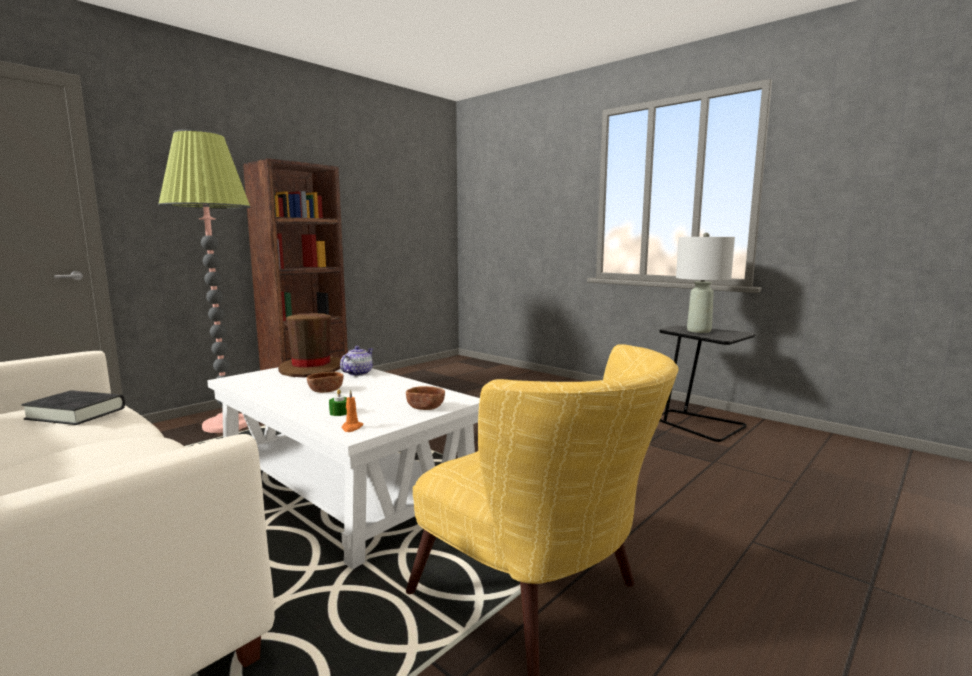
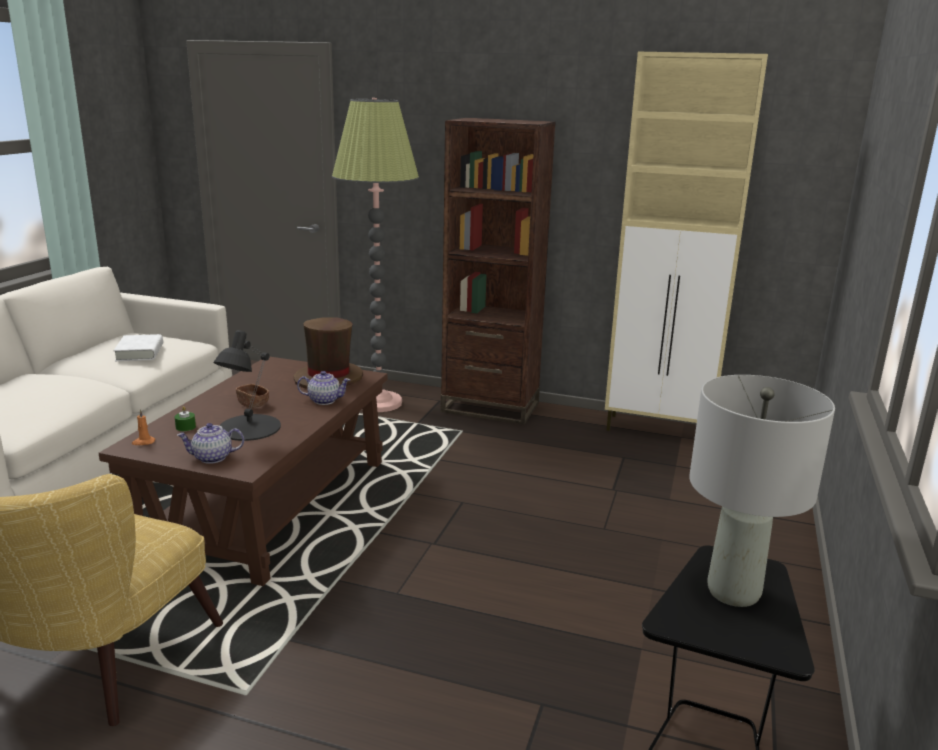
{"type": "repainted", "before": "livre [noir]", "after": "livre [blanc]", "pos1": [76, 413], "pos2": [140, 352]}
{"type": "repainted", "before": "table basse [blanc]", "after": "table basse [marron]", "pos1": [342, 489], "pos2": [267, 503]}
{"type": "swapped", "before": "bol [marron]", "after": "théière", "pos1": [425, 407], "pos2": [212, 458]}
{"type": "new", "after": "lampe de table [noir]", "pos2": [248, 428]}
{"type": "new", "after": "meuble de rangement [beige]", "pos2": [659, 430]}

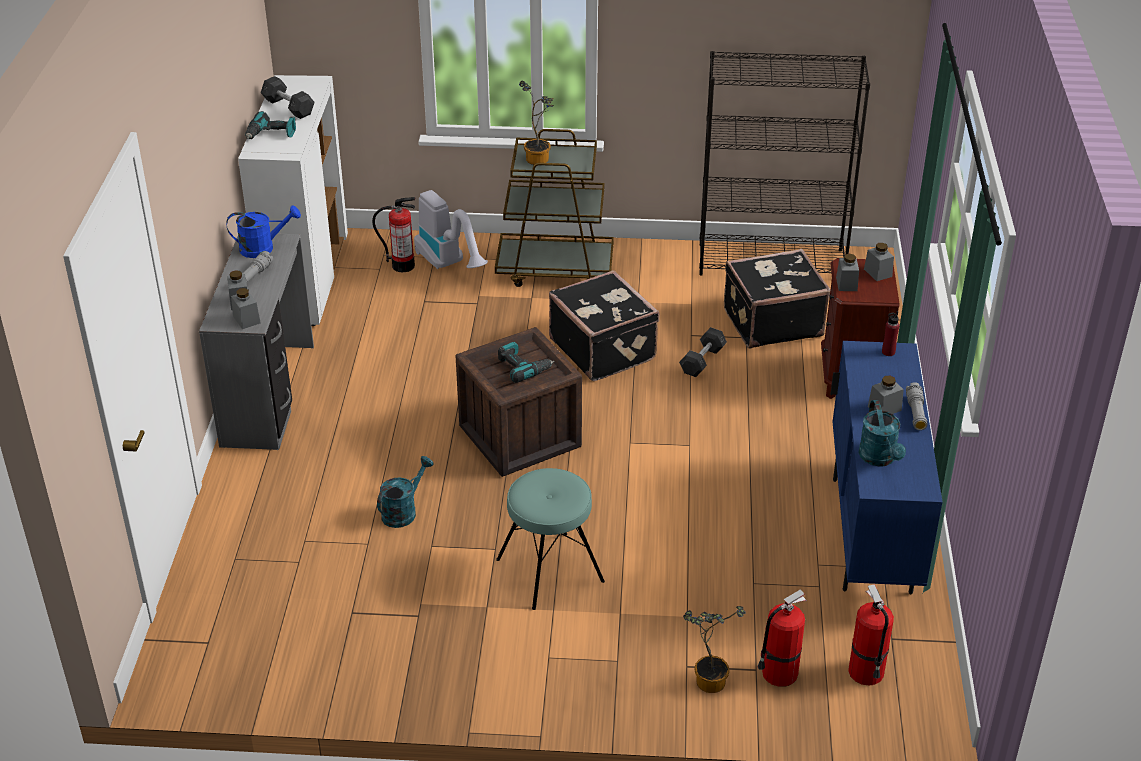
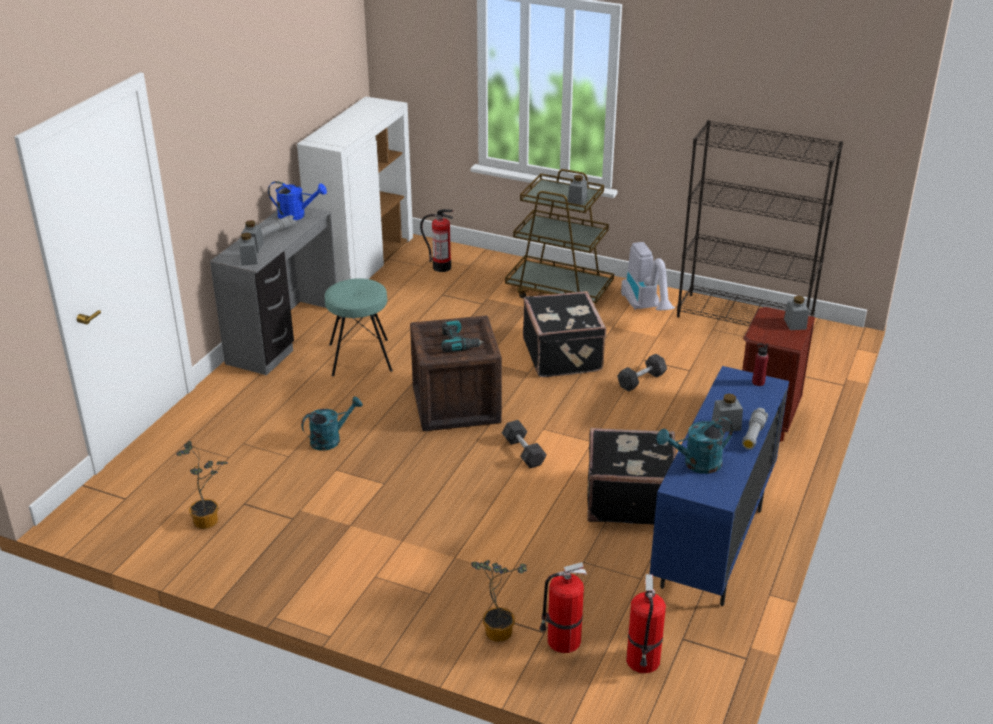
{"type": "gone", "before": "perceuse", "pos1": [271, 134]}
{"type": "shifted", "before": "haltère [gris]", "pos1": [288, 107], "pos2": [523, 452]}
{"type": "shifted", "before": "aspirateur", "pos1": [449, 265], "pos2": [646, 308]}
{"type": "shifted", "before": "tabouret [turquoise]", "pos1": [549, 570], "pos2": [360, 357]}
{"type": "shifted", "before": "plante en pot", "pos1": [539, 158], "pos2": [209, 519]}
{"type": "shifted", "before": "valise [noir]", "pos1": [771, 322], "pos2": [628, 499]}
{"type": "shifted", "before": "bocal [gris]", "pos1": [846, 284], "pos2": [577, 200]}
{"type": "rotated", "before": "arrosoir [turquoise]", "pos1": [880, 459], "pos2": [696, 464], "turn": 60}

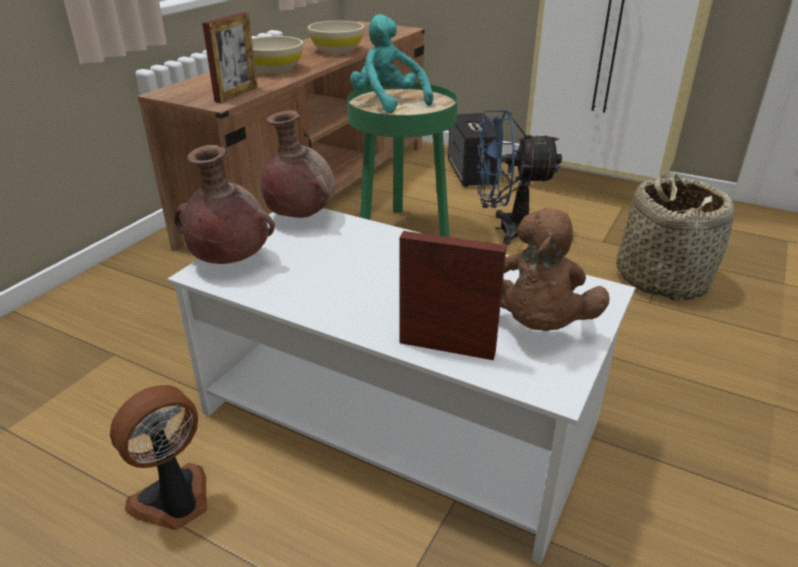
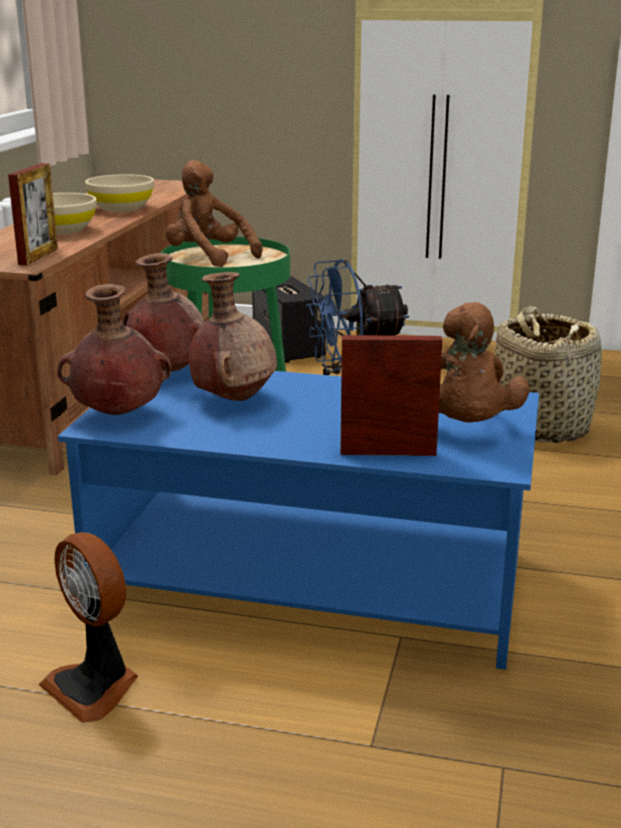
{"type": "rotated", "before": "ventilateur", "pos1": [175, 501], "pos2": [95, 686], "turn": -75}
{"type": "repainted", "before": "table basse [blanc]", "after": "table basse [bleu]", "pos1": [396, 416], "pos2": [307, 580]}
{"type": "repainted", "before": "peluche [turquoise]", "after": "peluche [marron]", "pos1": [388, 102], "pos2": [208, 258]}
{"type": "new", "after": "vase [marron]", "pos2": [234, 399]}

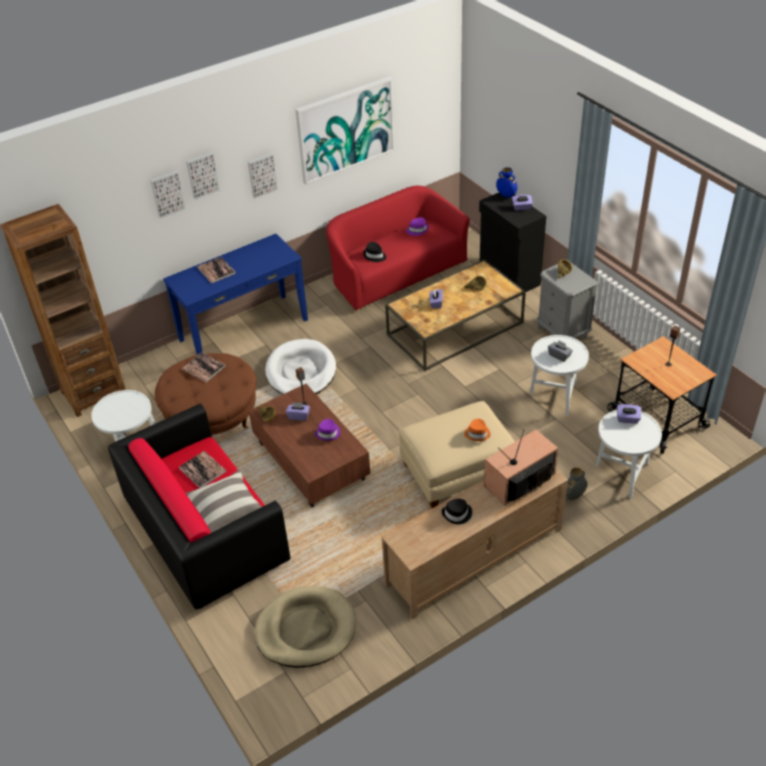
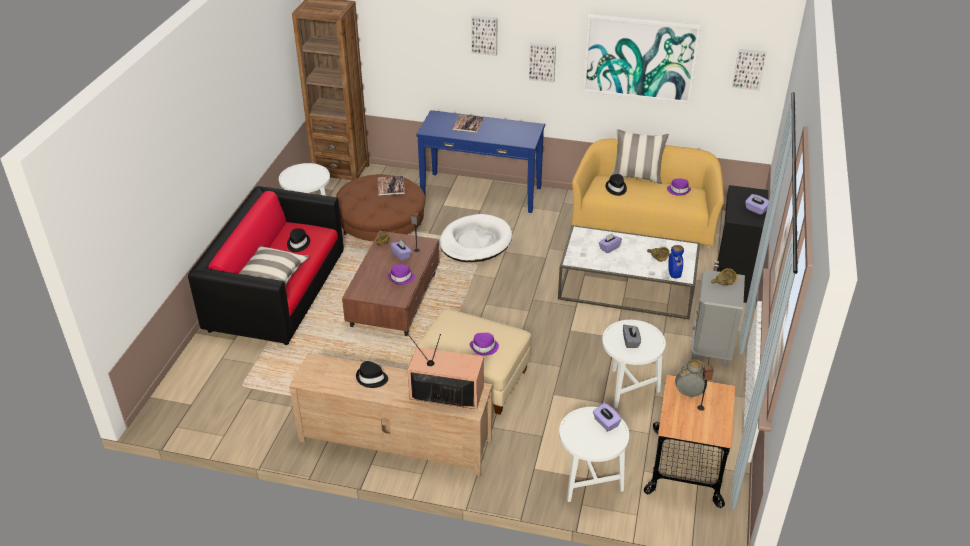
{"type": "shifted", "before": "tableau", "pos1": [167, 193], "pos2": [749, 69]}
{"type": "swapped", "before": "livre", "after": "chapeau [noir]", "pos1": [202, 470], "pos2": [298, 244]}
{"type": "gone", "before": "panier pour chien [beige]", "pos1": [306, 629]}
{"type": "repainted", "before": "canapé [rouge]", "after": "canapé [jaune]", "pos1": [395, 272], "pos2": [644, 221]}
{"type": "repainted", "before": "table basse [marron]", "after": "table basse [blanc]", "pos1": [454, 329], "pos2": [627, 287]}
{"type": "repainted", "before": "chapeau [orange]", "after": "chapeau [violet]", "pos1": [477, 433], "pos2": [484, 347]}
{"type": "shifted", "before": "vase [bleu]", "pos1": [506, 195], "pos2": [674, 275]}
{"type": "shifted", "before": "vase [gris]", "pos1": [573, 496], "pos2": [689, 393]}
{"type": "new", "after": "coussin", "pos2": [636, 176]}

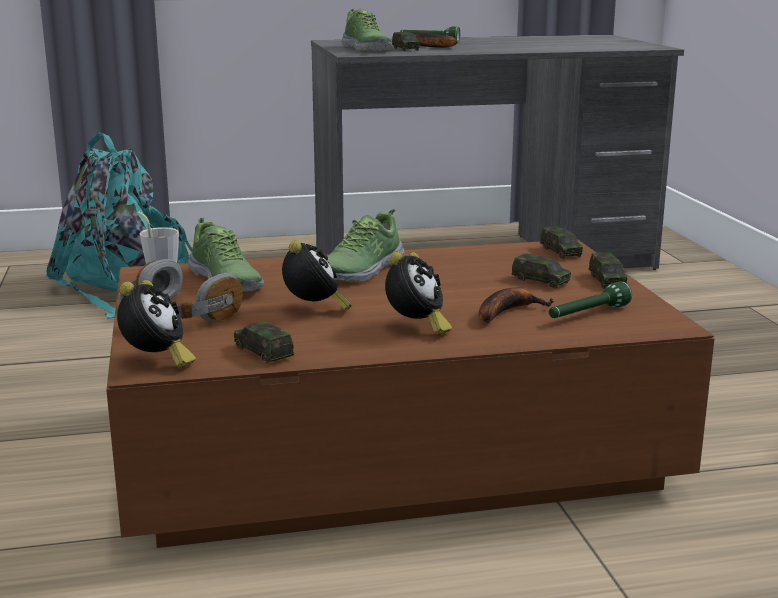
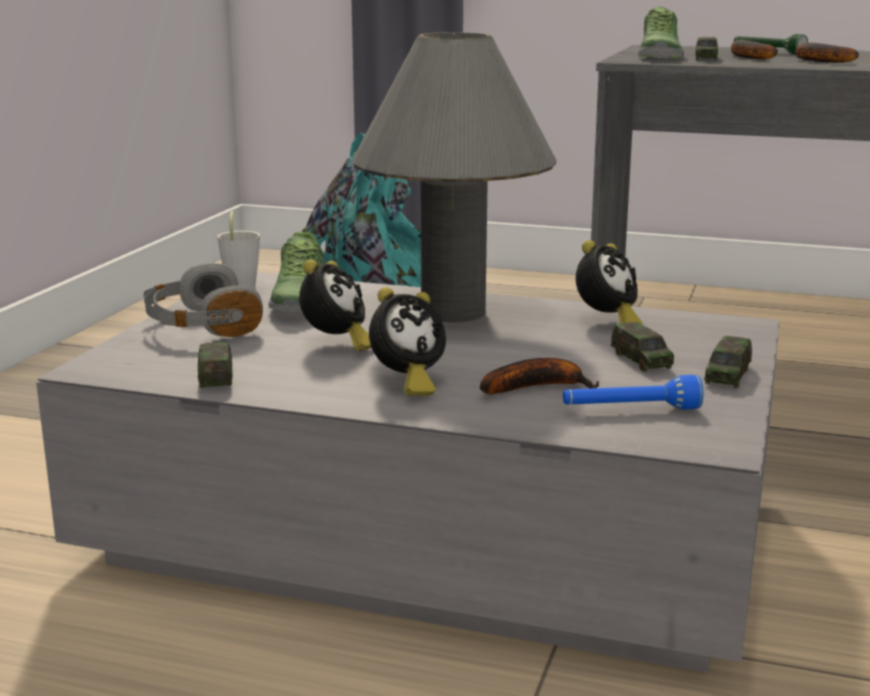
{"type": "repainted", "before": "table basse [marron]", "after": "table basse [gris]", "pos1": [391, 449], "pos2": [437, 531]}
{"type": "shifted", "before": "réveil", "pos1": [156, 361], "pos2": [606, 322]}
{"type": "swapped", "before": "chaussure", "after": "lampe de table [gris]", "pos1": [360, 270], "pos2": [453, 312]}
{"type": "gone", "before": "petite voiture", "pos1": [560, 252]}
{"type": "repainted", "before": "lampe de poche [vert]", "after": "lampe de poche [bleu]", "pos1": [587, 315], "pos2": [630, 410]}
{"type": "new", "after": "banane", "pos2": [817, 60]}

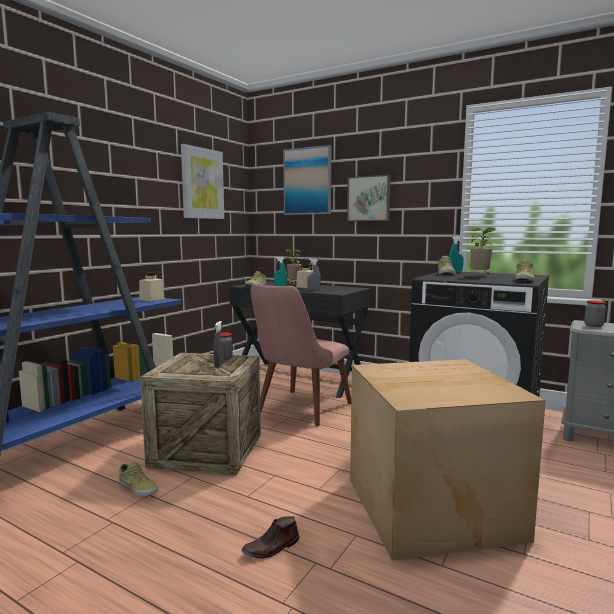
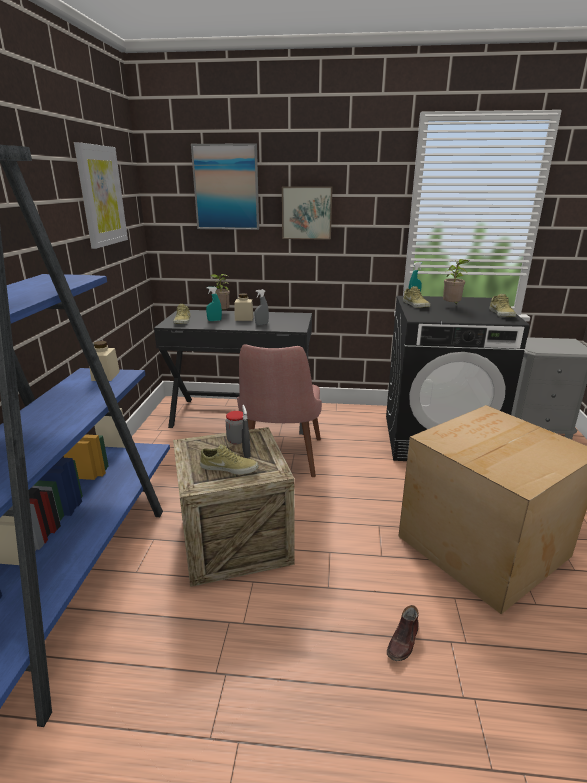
{"type": "shifted", "before": "chaussure [beige]", "pos1": [139, 487], "pos2": [229, 467]}
{"type": "gone", "before": "bocal", "pos1": [593, 325]}

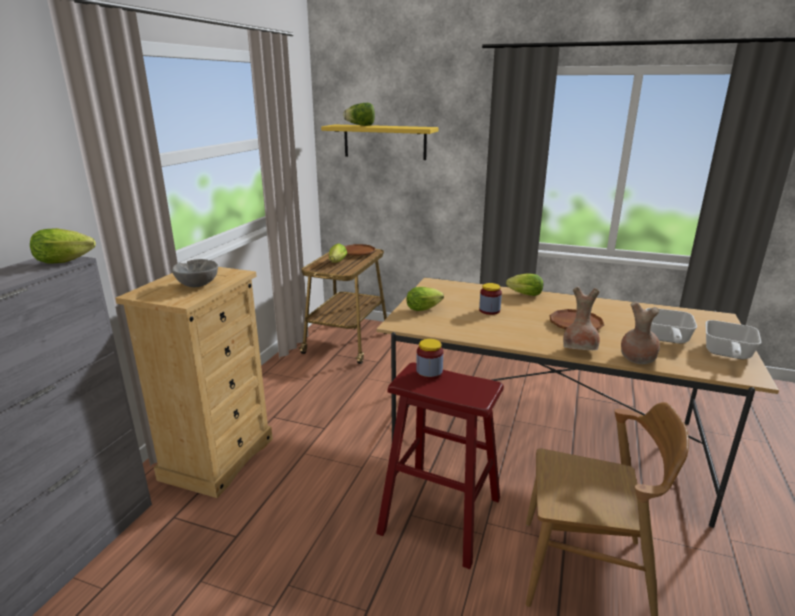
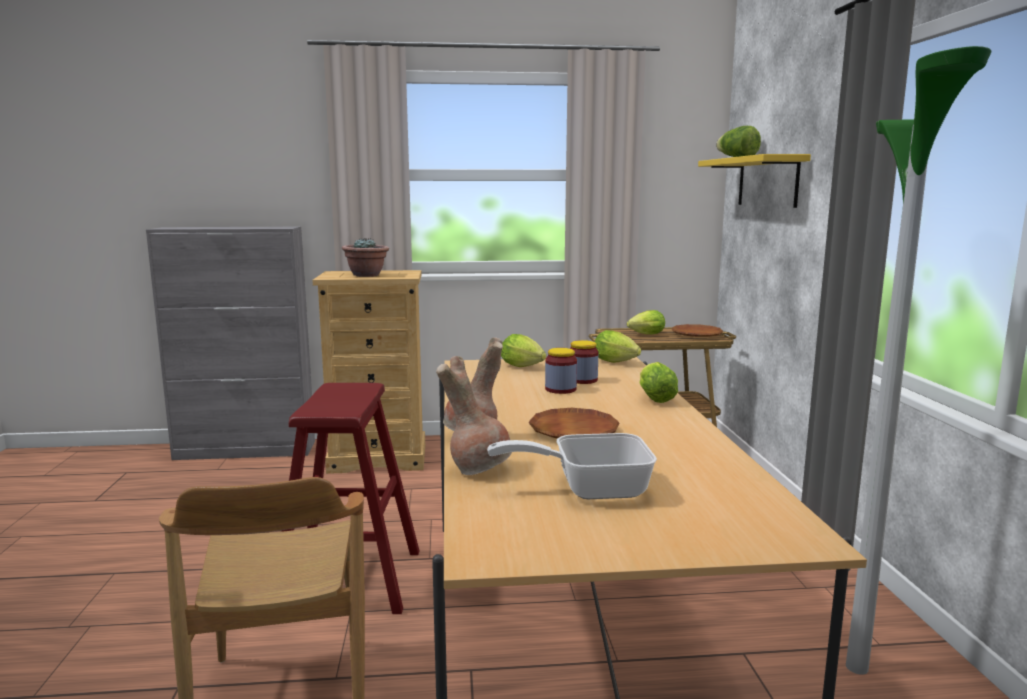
{"type": "shifted", "before": "laitue", "pos1": [68, 261], "pos2": [617, 362]}
{"type": "swapped", "before": "bol [gris]", "after": "plante en pot", "pos1": [197, 285], "pos2": [367, 275]}
{"type": "shifted", "before": "bocal", "pos1": [429, 373], "pos2": [582, 380]}
{"type": "gone", "before": "poêle", "pos1": [726, 354]}
{"type": "new", "after": "lampadaire", "pos2": [857, 668]}

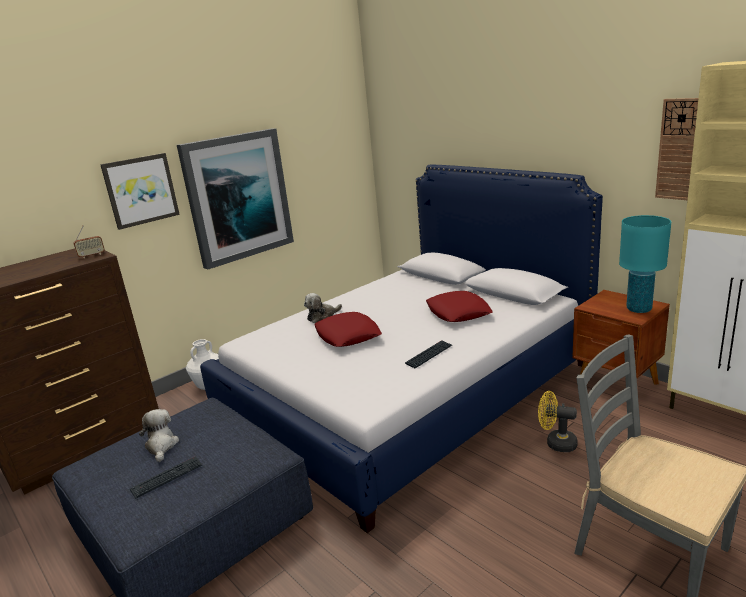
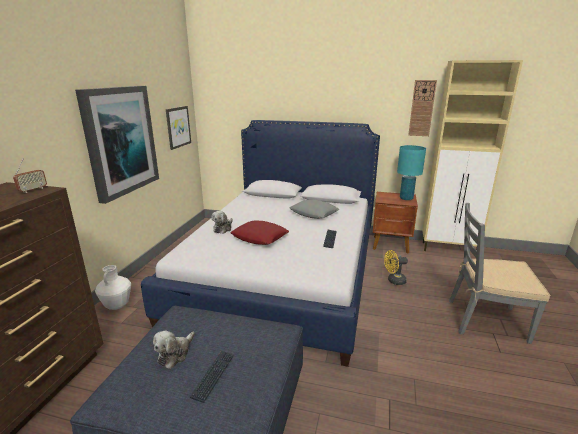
{"type": "shifted", "before": "tableau", "pos1": [141, 190], "pos2": [178, 127]}
{"type": "rotated", "before": "peluche", "pos1": [161, 446], "pos2": [175, 354], "turn": -105}
{"type": "repainted", "before": "coussin [rouge]", "after": "coussin [gris]", "pos1": [458, 312], "pos2": [314, 213]}

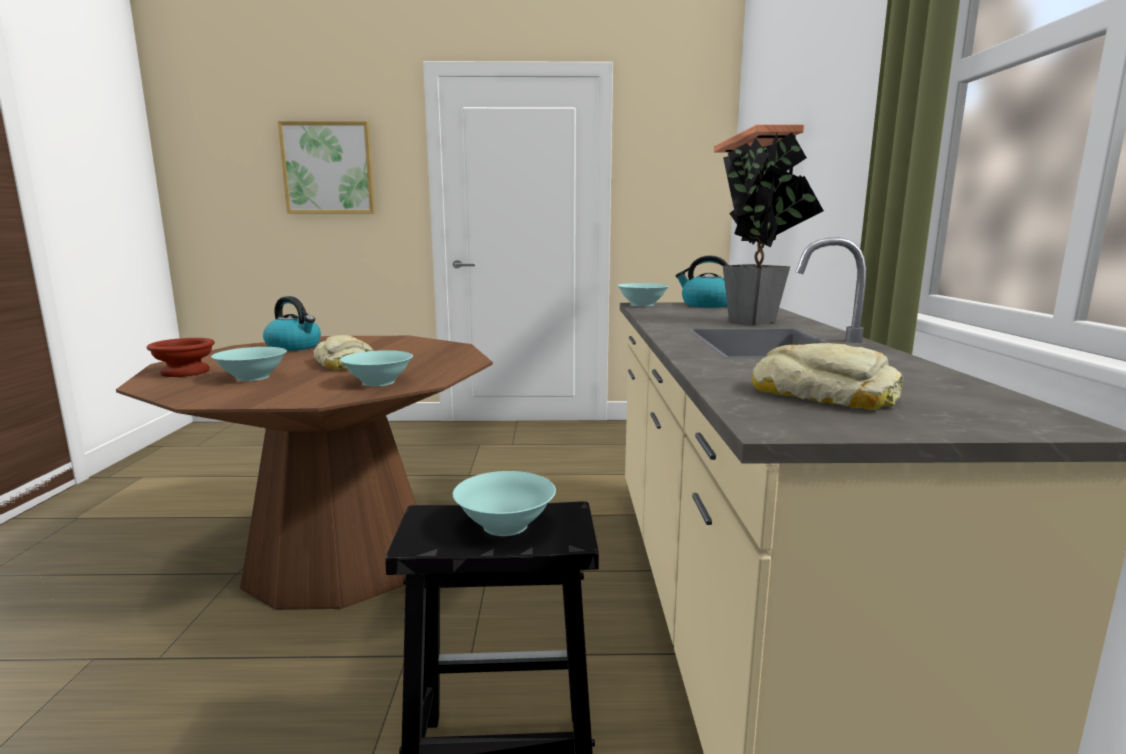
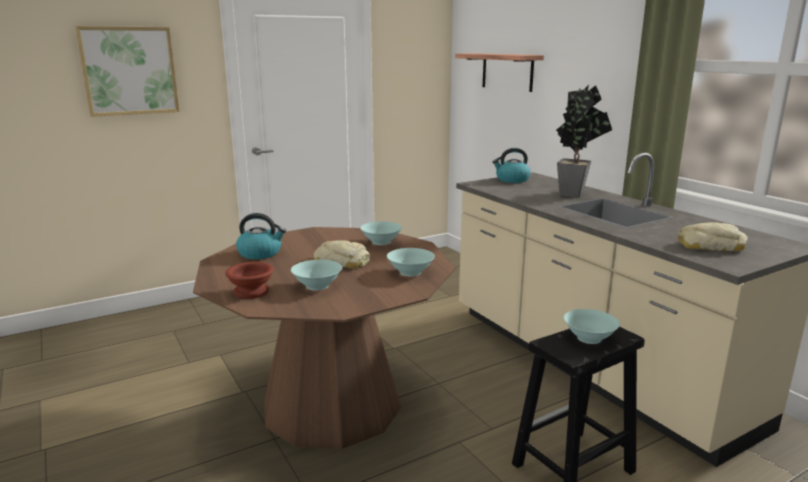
{"type": "shifted", "before": "bol [turquoise]", "pos1": [642, 304], "pos2": [380, 242]}

